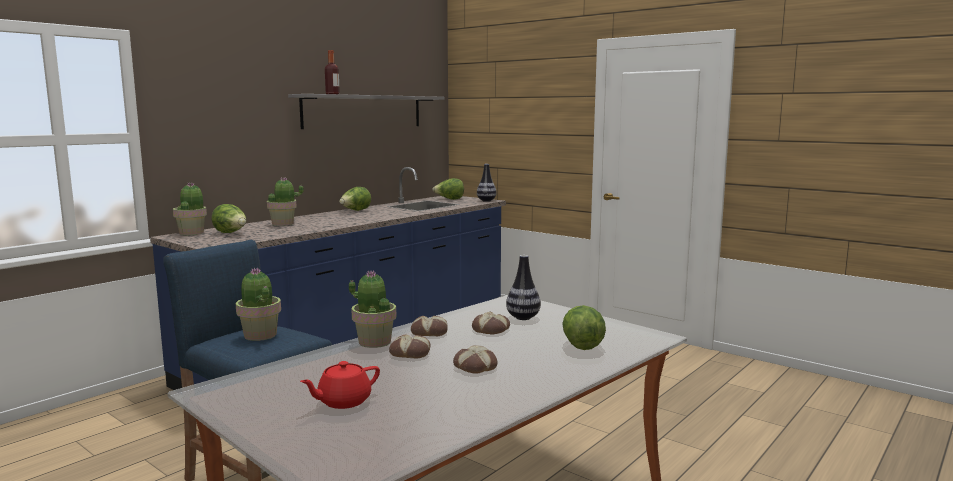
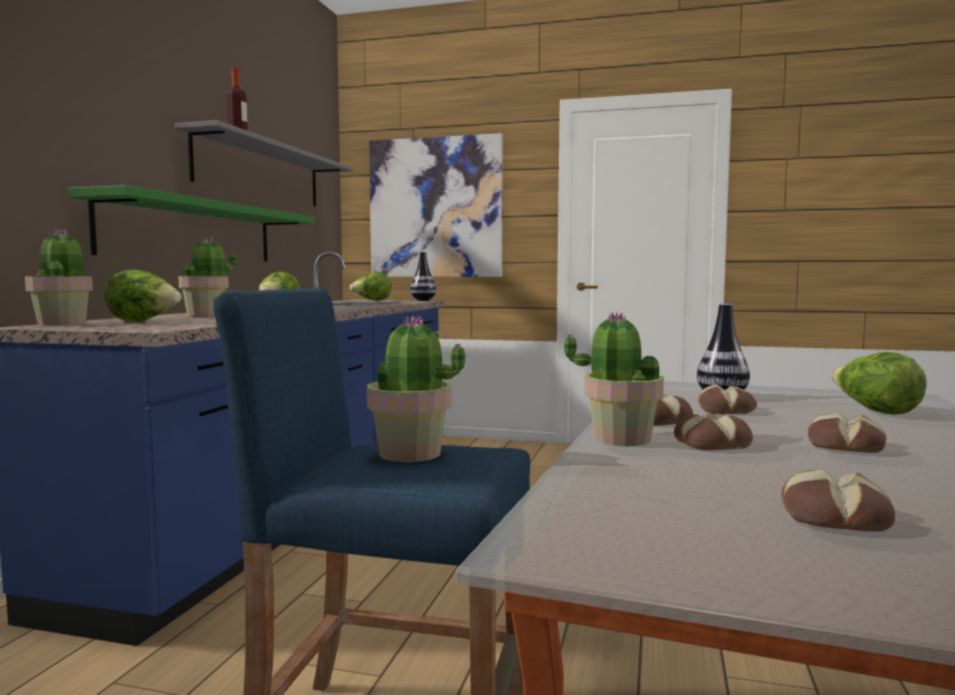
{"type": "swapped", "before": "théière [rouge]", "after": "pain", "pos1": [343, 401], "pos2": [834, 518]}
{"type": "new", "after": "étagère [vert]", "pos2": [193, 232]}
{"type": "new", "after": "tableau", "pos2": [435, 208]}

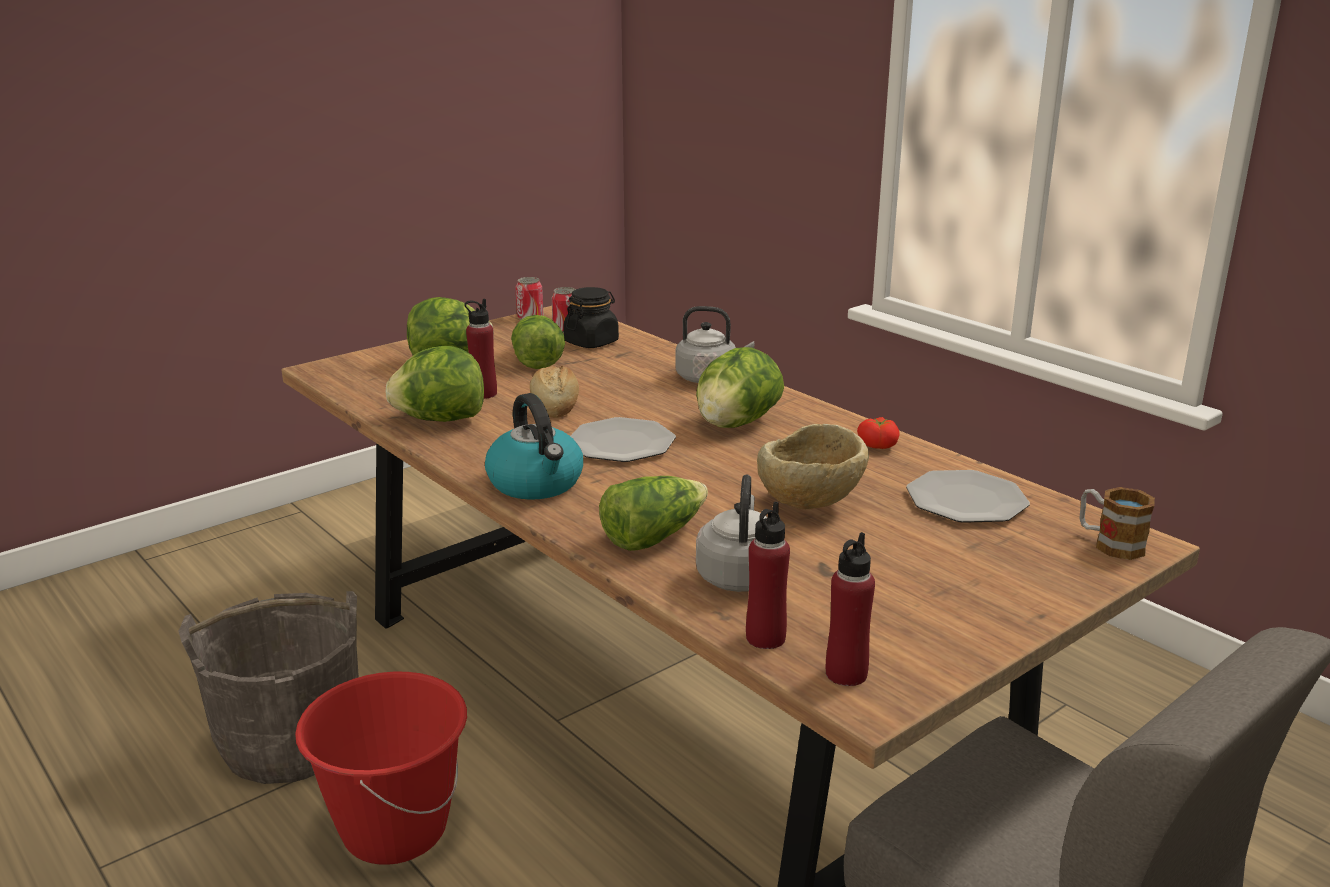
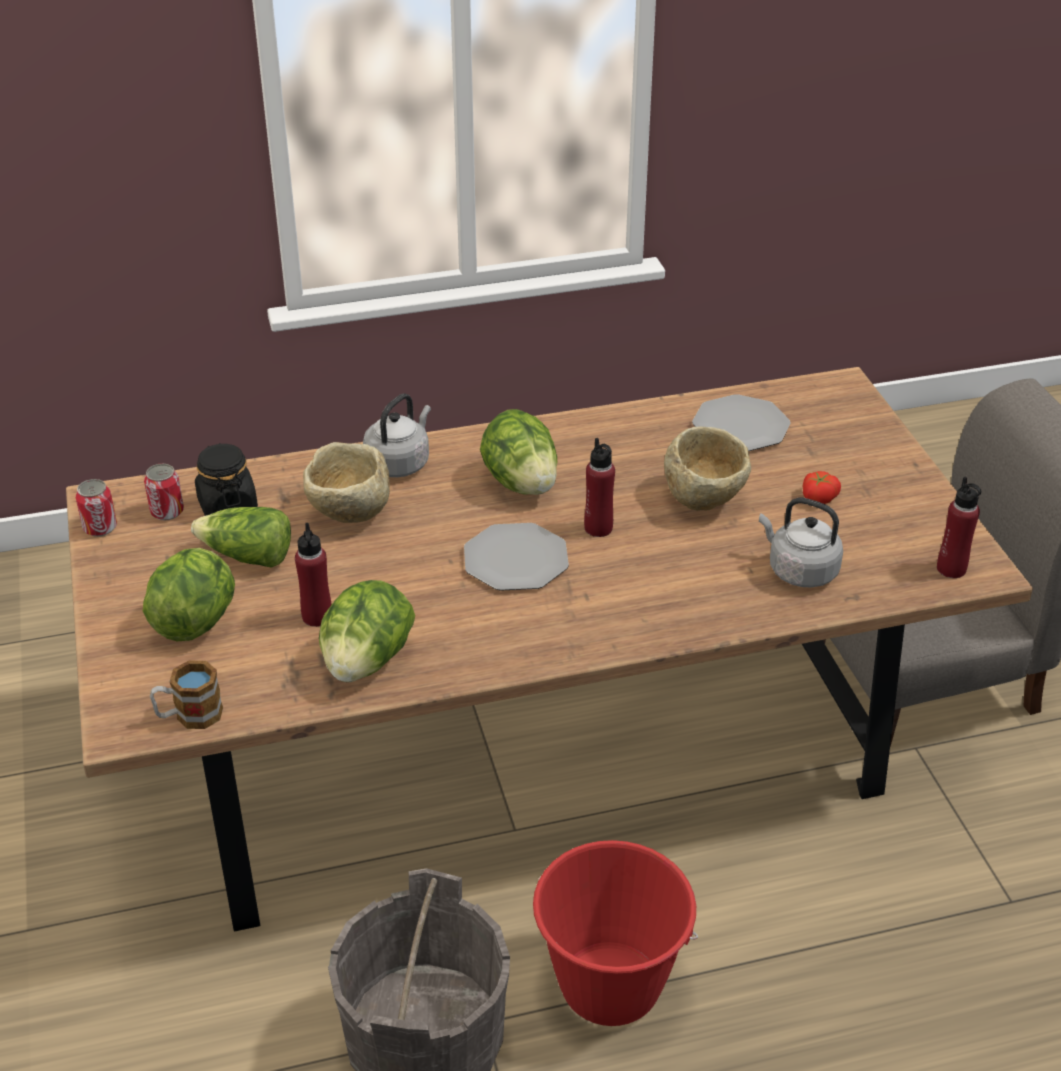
{"type": "gone", "before": "bouilloire", "pos1": [536, 483]}
{"type": "gone", "before": "pain", "pos1": [555, 406]}
{"type": "gone", "before": "laitue", "pos1": [653, 536]}
{"type": "shifted", "before": "bouteille [rouge]", "pos1": [765, 638], "pos2": [598, 528]}
{"type": "shifted", "before": "tomate", "pos1": [878, 445], "pos2": [818, 497]}
{"type": "shifted", "before": "mug", "pos1": [1110, 543], "pos2": [189, 716]}
{"type": "new", "after": "bol [beige]", "pos2": [349, 513]}

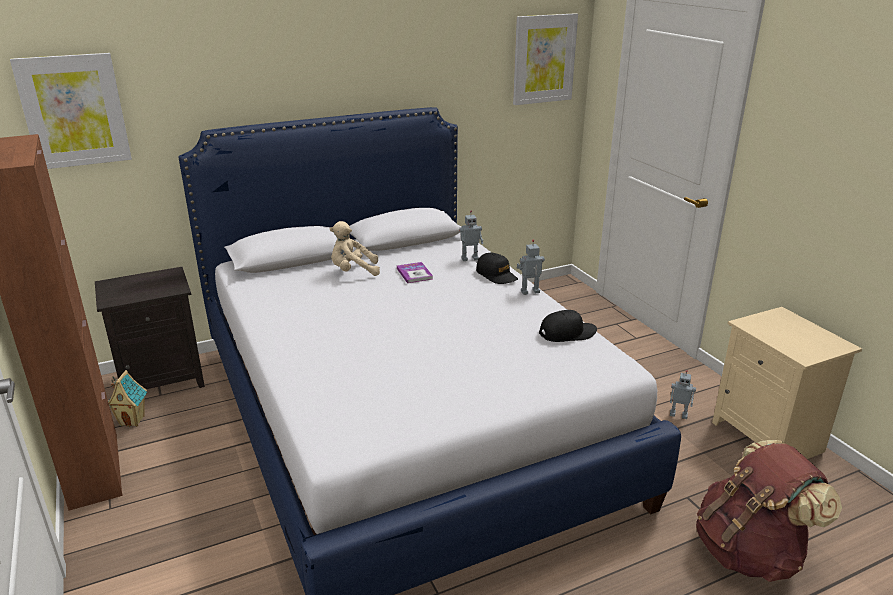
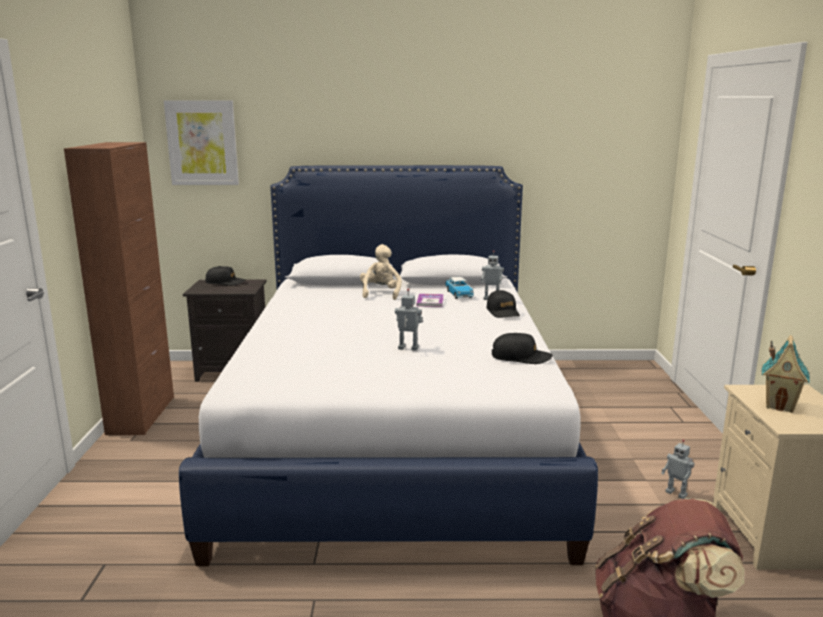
{"type": "shifted", "before": "maison miniature", "pos1": [133, 420], "pos2": [780, 405]}
{"type": "rotated", "before": "peluche [beige]", "pos1": [353, 271], "pos2": [381, 293], "turn": 75}
{"type": "gone", "before": "tableau", "pos1": [544, 59]}
{"type": "shifted", "before": "robot jouet", "pos1": [530, 292], "pos2": [408, 348]}
{"type": "new", "after": "casquette [noir]", "pos2": [225, 282]}
{"type": "new", "after": "petite voiture", "pos2": [459, 294]}

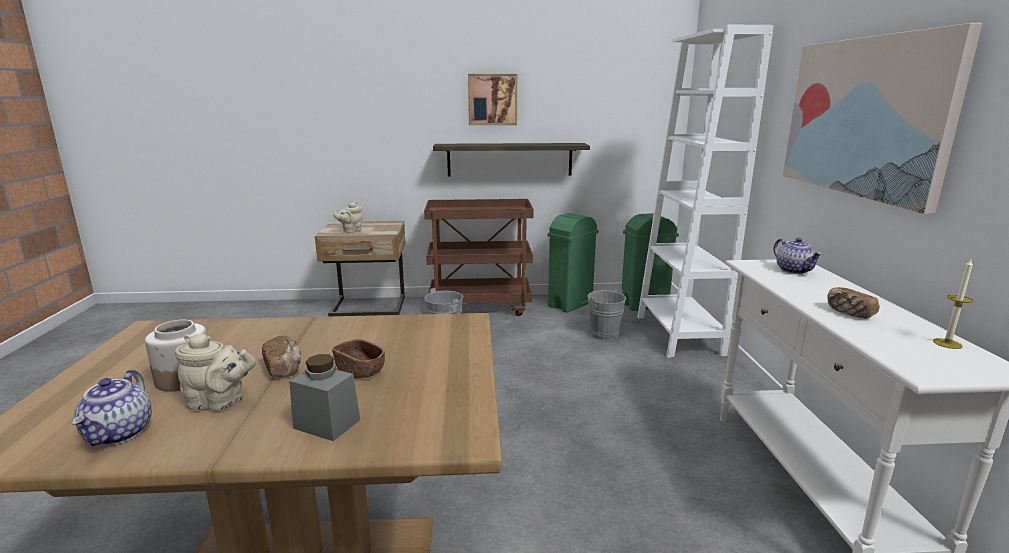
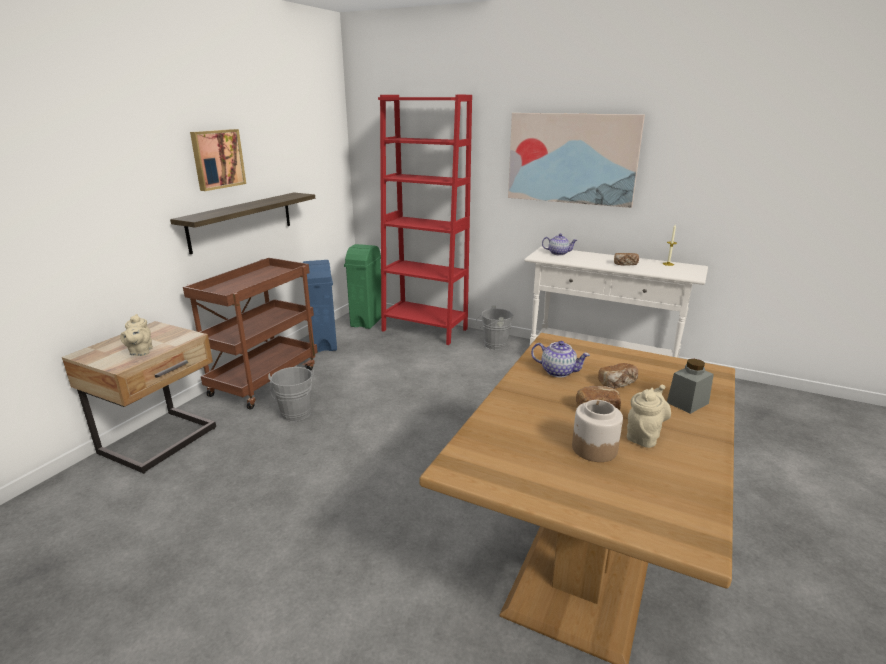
{"type": "shifted", "before": "théière", "pos1": [120, 433], "pos2": [558, 371]}
{"type": "swapped", "before": "bol [marron]", "after": "pain", "pos1": [360, 371], "pos2": [617, 384]}
{"type": "repainted", "before": "poubelle [vert]", "after": "poubelle [bleu]", "pos1": [570, 304], "pos2": [324, 344]}
{"type": "shifted", "before": "seau [gris]", "pos1": [601, 333], "pos2": [493, 345]}
{"type": "repainted", "before": "bibliothèque [blanc]", "after": "bibliothèque [rouge]", "pos1": [678, 335], "pos2": [424, 330]}

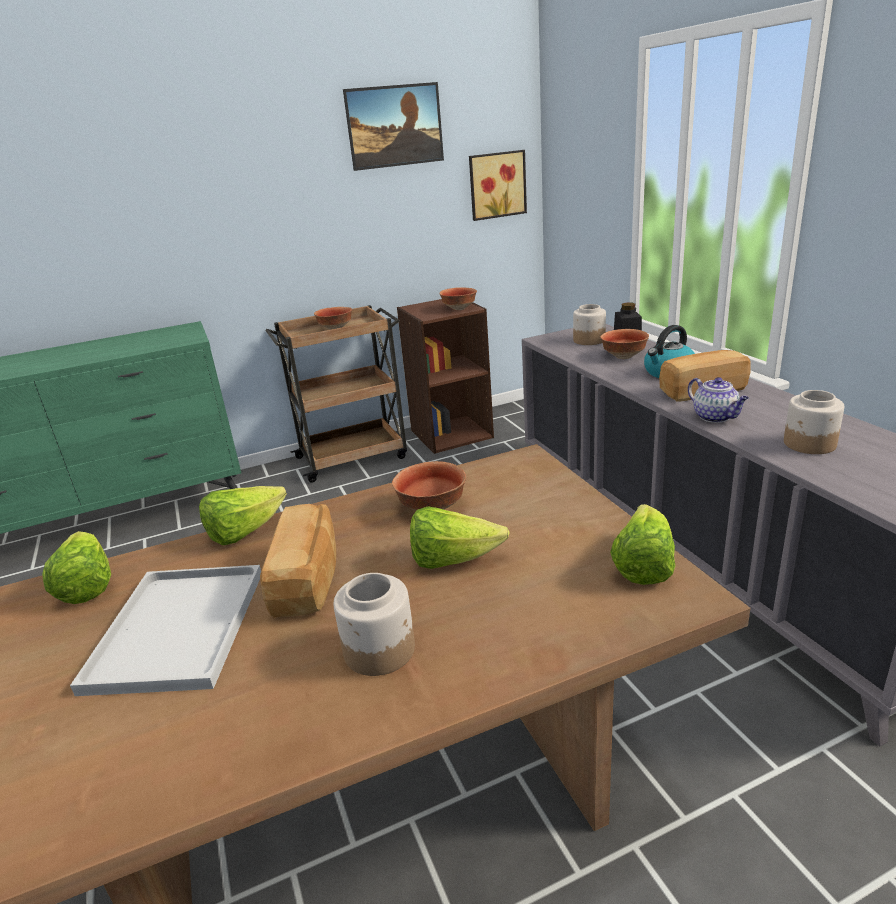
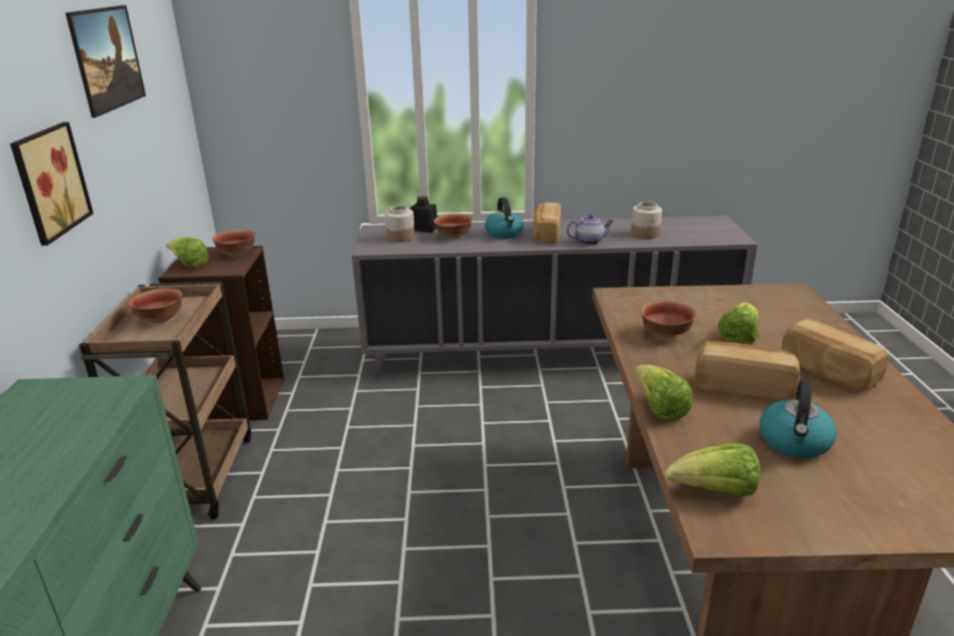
{"type": "swapped", "before": "plateau [blanc]", "after": "bouilloire", "pos1": [178, 631], "pos2": [794, 442]}
{"type": "swapped", "before": "bocal", "after": "pain", "pos1": [380, 650], "pos2": [827, 372]}
{"type": "shifted", "before": "tableau", "pos1": [496, 185], "pos2": [48, 182]}
{"type": "shifted", "before": "laitue", "pos1": [642, 565], "pos2": [189, 265]}

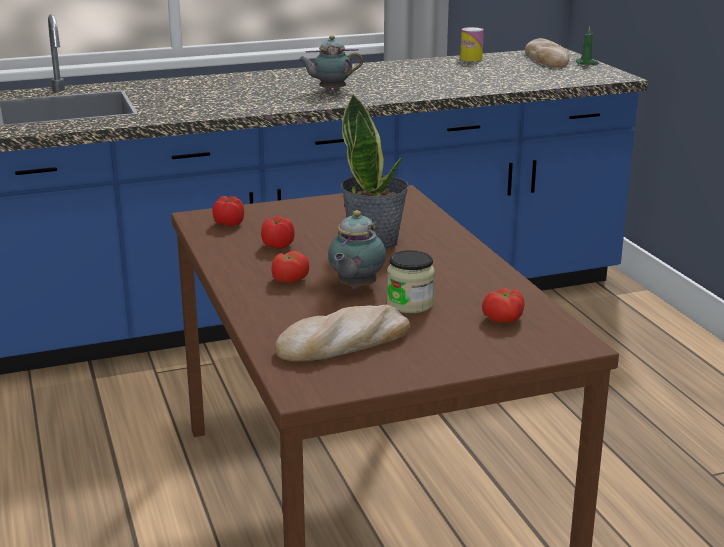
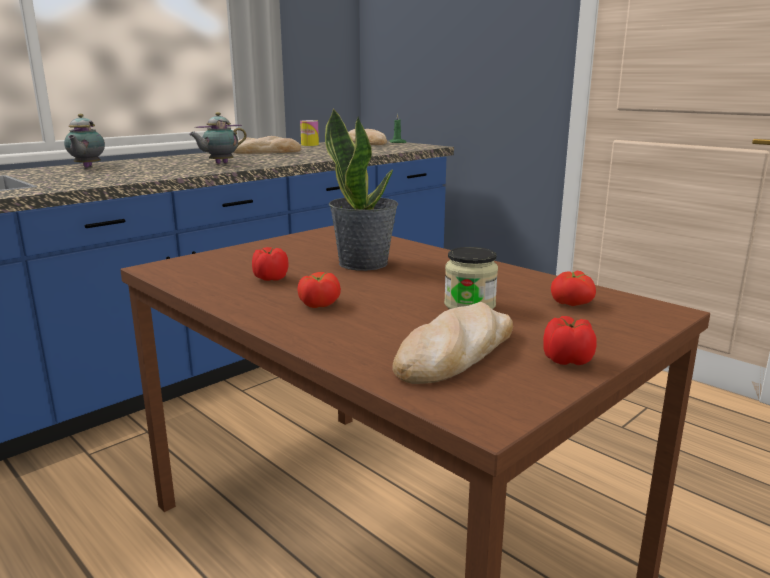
{"type": "shifted", "before": "tomate", "pos1": [230, 223], "pos2": [566, 360]}
{"type": "shifted", "before": "théière", "pos1": [355, 288], "pos2": [86, 167]}
{"type": "new", "after": "pain", "pos2": [266, 152]}

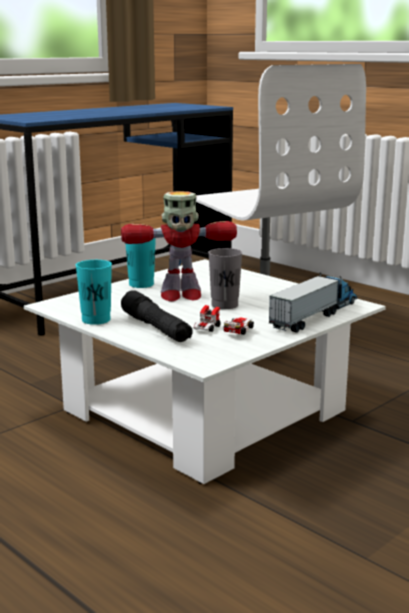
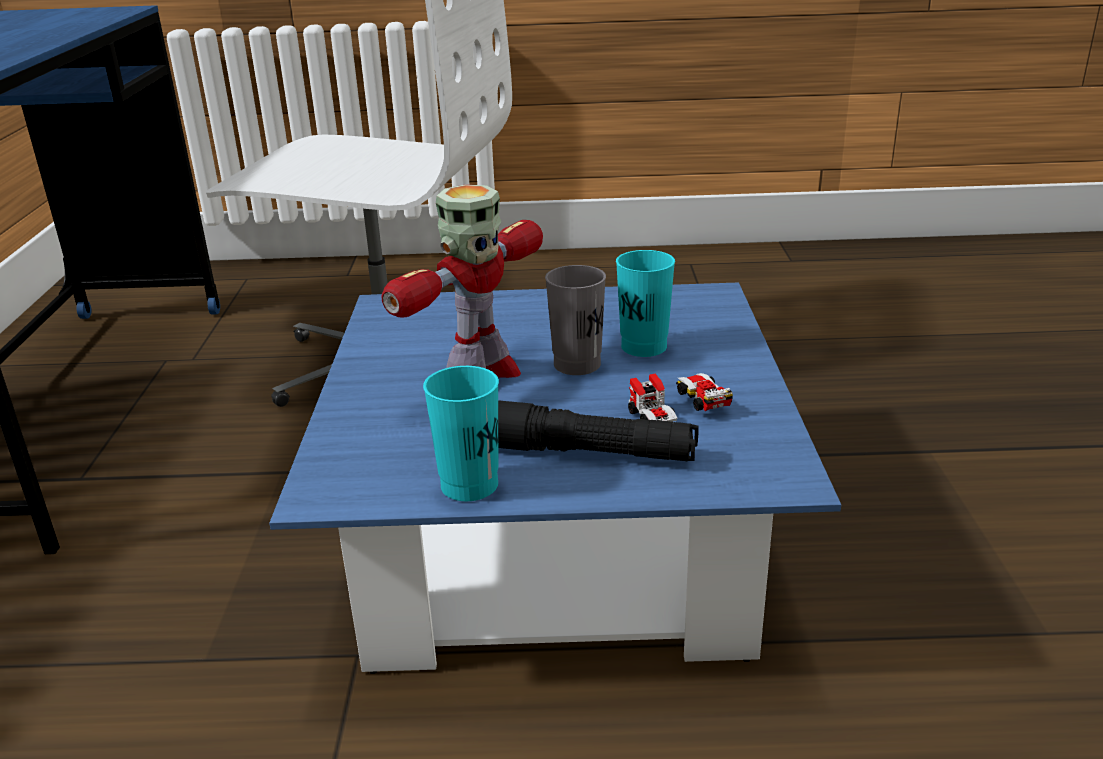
{"type": "repainted", "before": "table basse [blanc]", "after": "table basse [bleu]", "pos1": [204, 411], "pos2": [557, 544]}
{"type": "shifted", "before": "tasse [turquoise]", "pos1": [141, 284], "pos2": [644, 347]}
{"type": "gone", "before": "camion jouet", "pos1": [315, 315]}

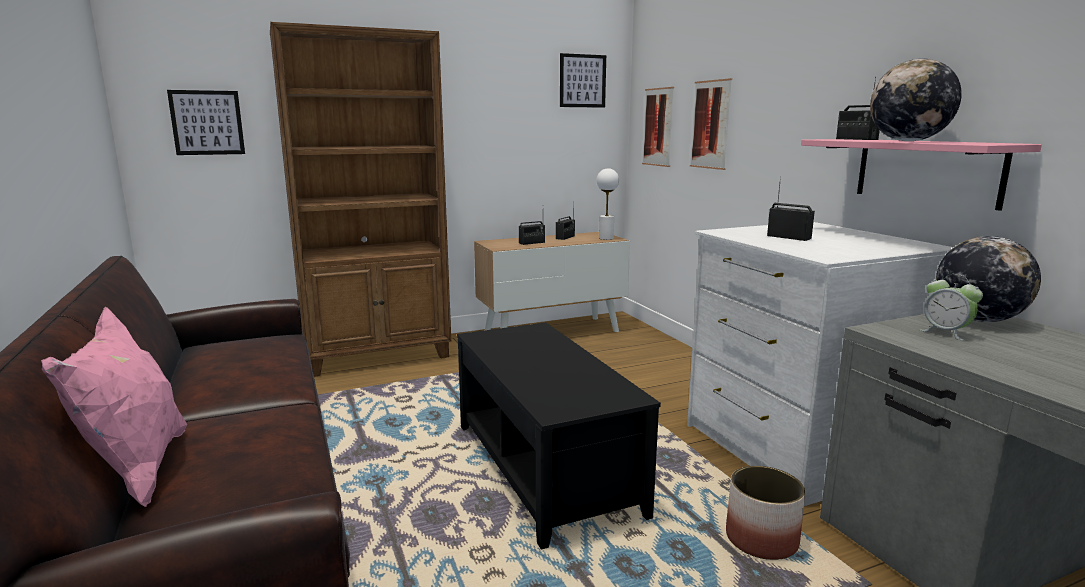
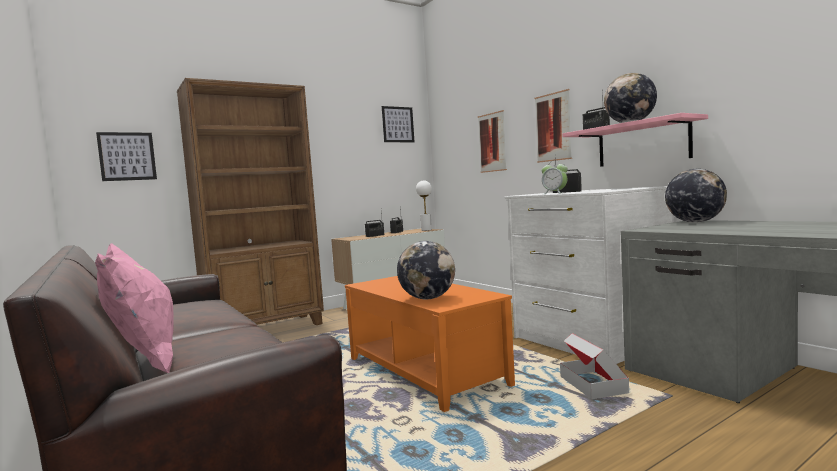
{"type": "repainted", "before": "table basse [noir]", "after": "table basse [orange]", "pos1": [544, 468], "pos2": [424, 371]}
{"type": "shifted", "before": "tableau", "pos1": [658, 127], "pos2": [553, 127]}
{"type": "swapped", "before": "cache-pot", "after": "carton", "pos1": [762, 540], "pos2": [593, 385]}
{"type": "shifted", "before": "réveil", "pos1": [946, 333], "pos2": [555, 193]}
{"type": "new", "after": "globe", "pos2": [427, 298]}

